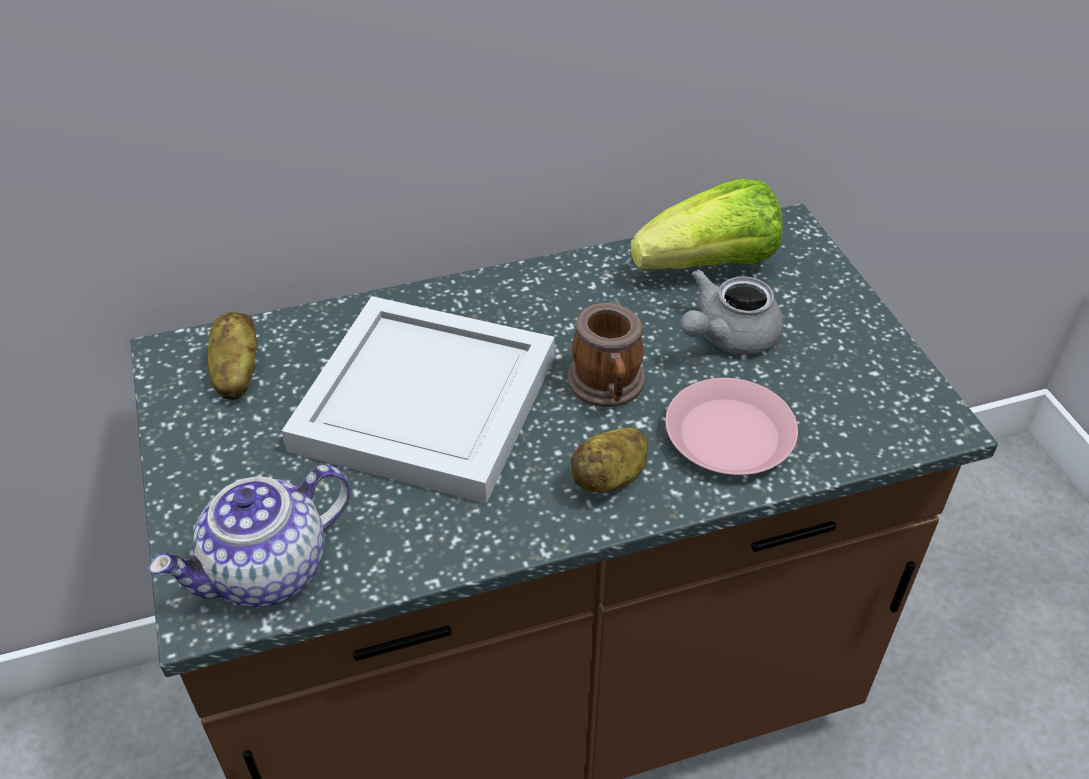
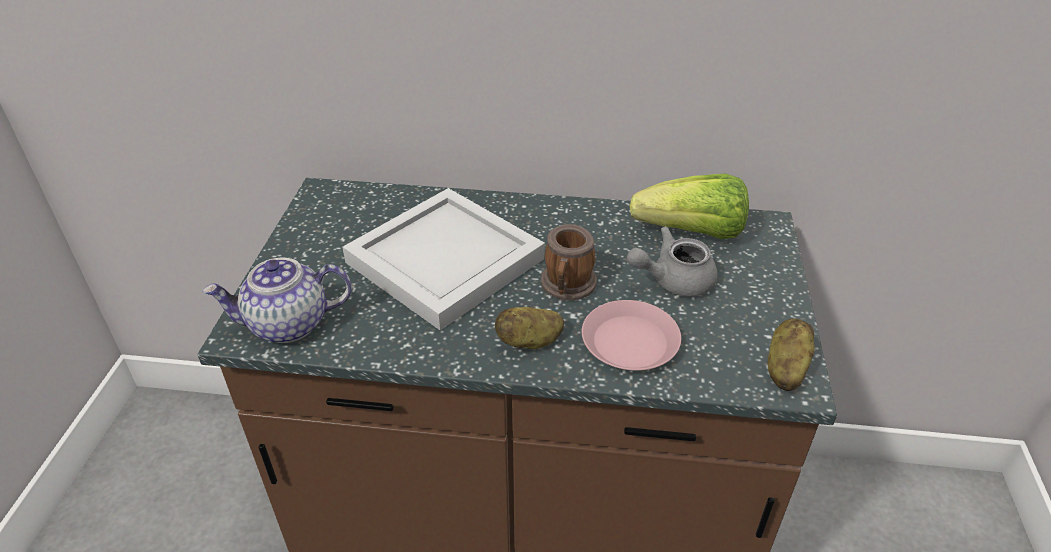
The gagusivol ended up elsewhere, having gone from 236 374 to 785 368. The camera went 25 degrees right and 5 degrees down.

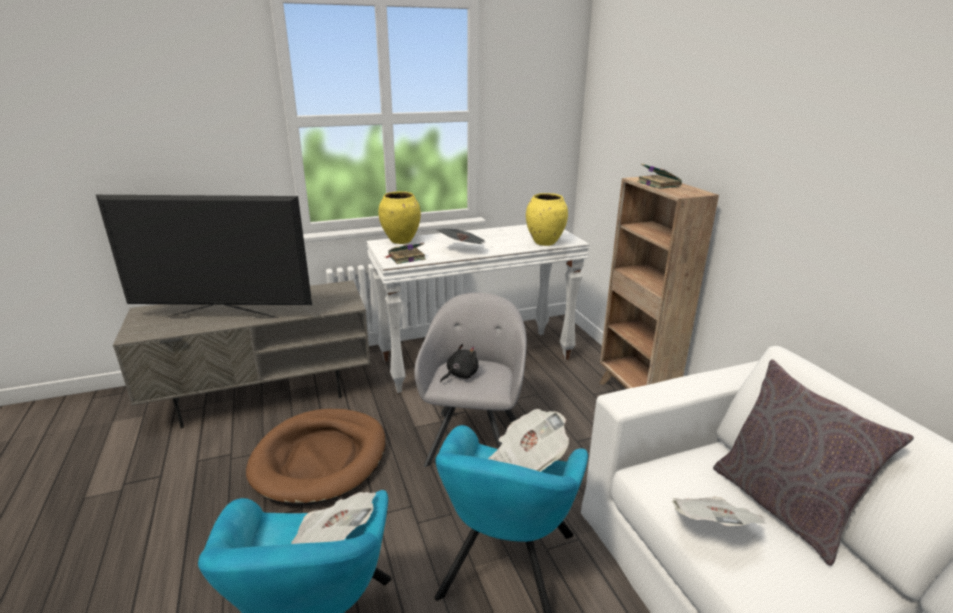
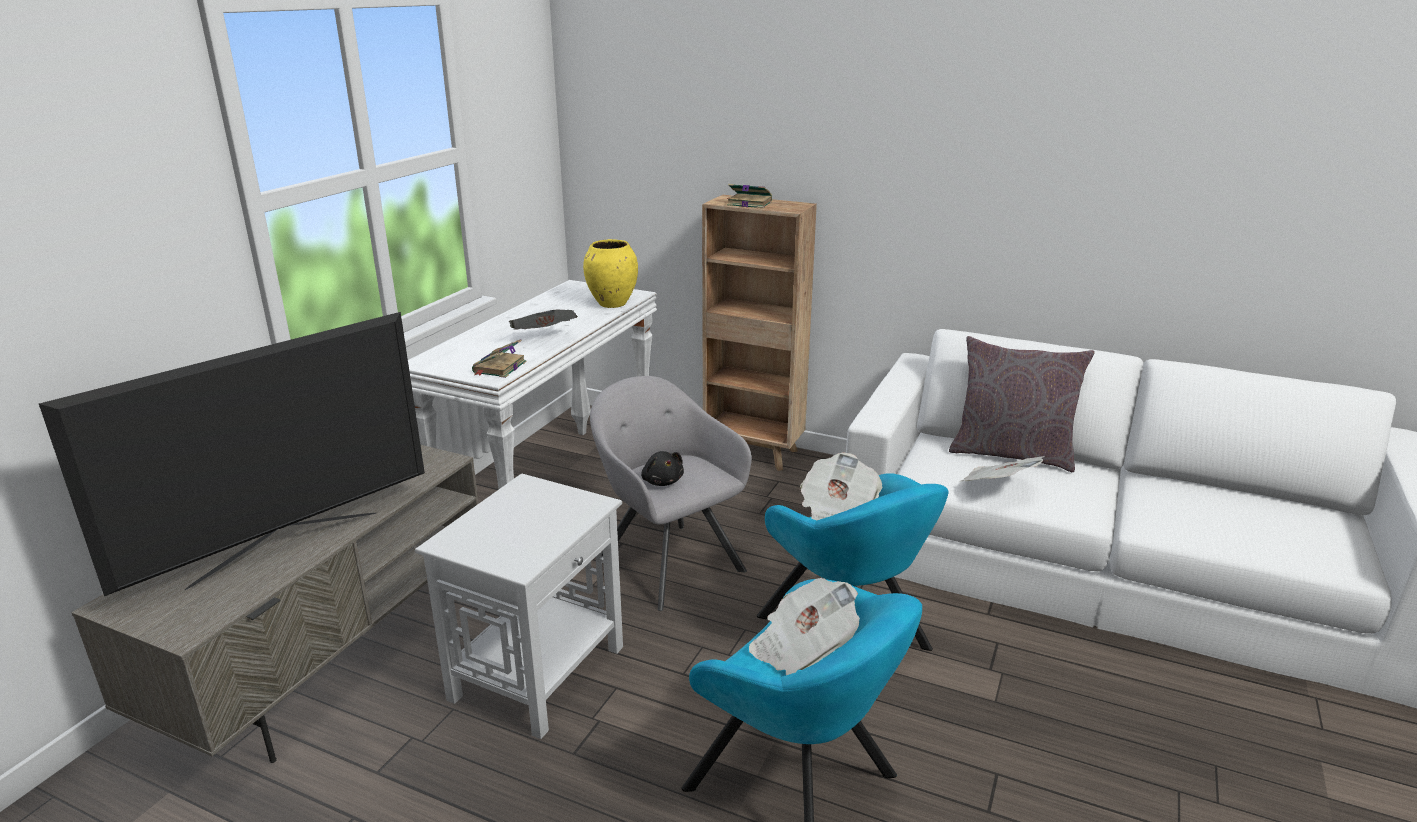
The second view lost the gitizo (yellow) at 401 241. Where the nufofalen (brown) stood at 320 459, the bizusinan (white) came to stand at 539 671. The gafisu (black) at 460 375 ended up facing another way, 150 degrees clockwise from before. The camera went 45 degrees left and 0 degrees up.

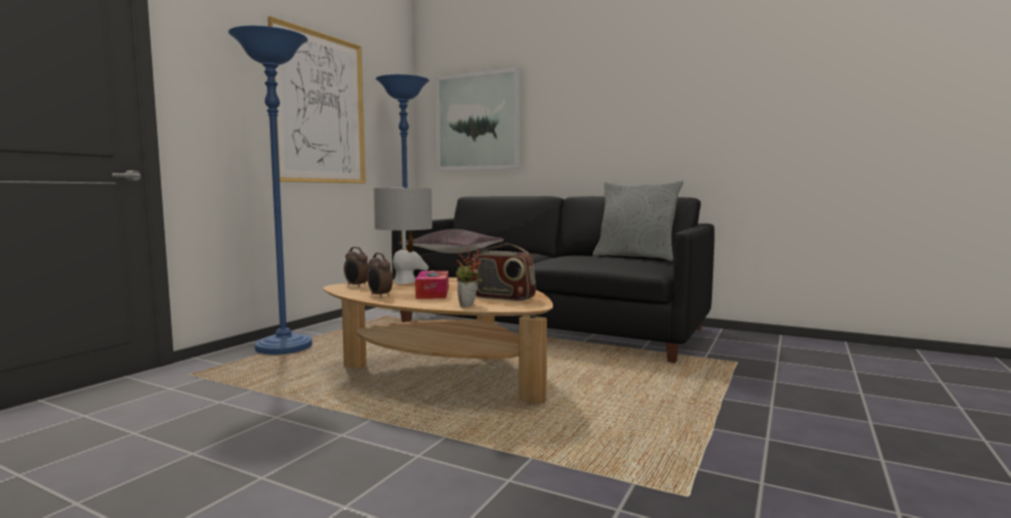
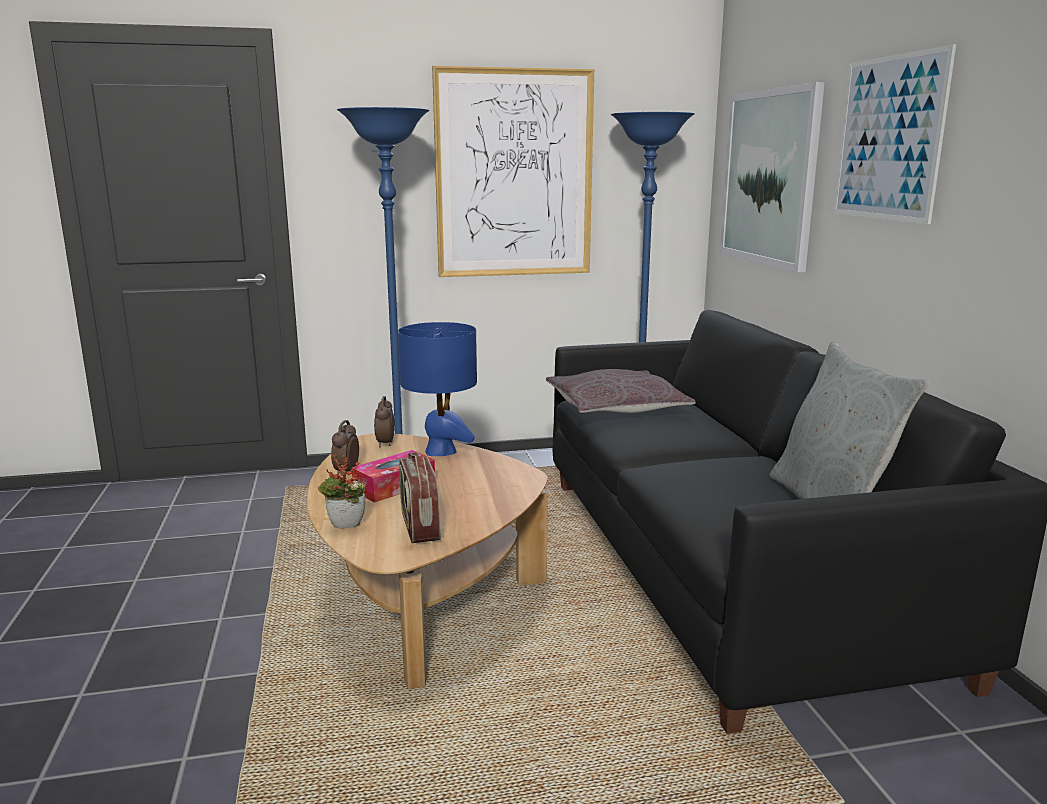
The second view gained the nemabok at 889 138. What was the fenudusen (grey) at 404 282 turned into the fenudusen (blue) at 441 451. The camera went 50 degrees right and 10 degrees up.

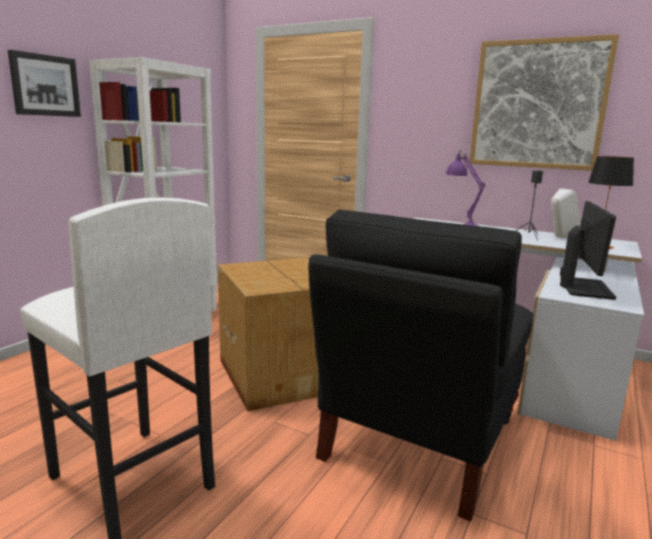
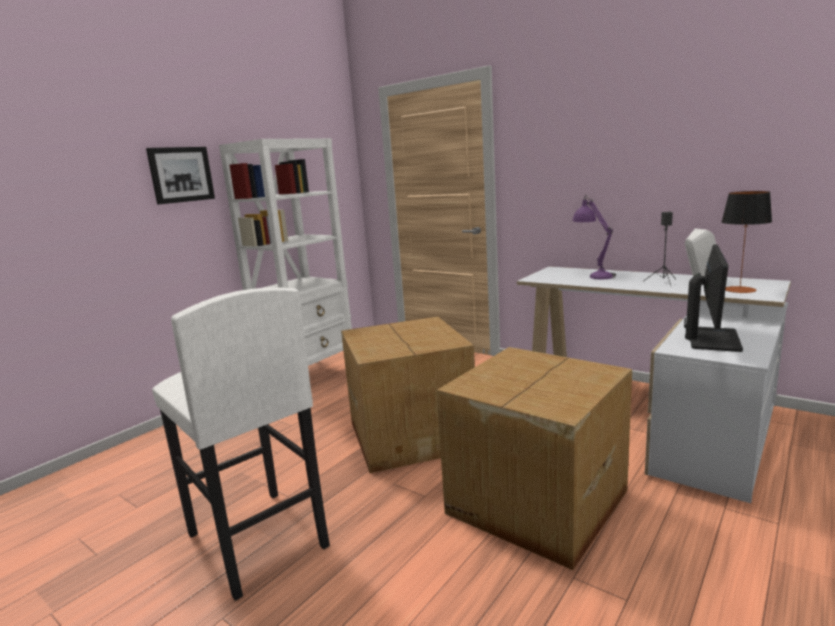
The second view lost the nemabok at 537 105. Where the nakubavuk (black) stood at 419 440, the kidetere came to stand at 534 502. The camera went 10 degrees right and 0 degrees up.

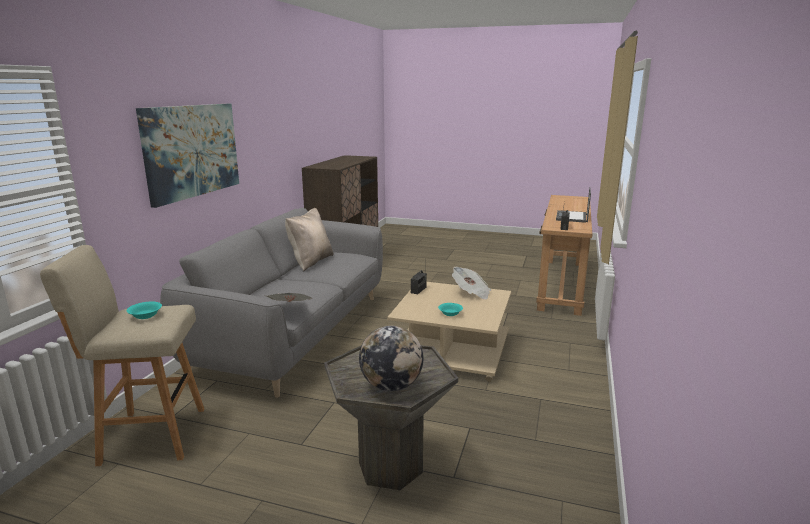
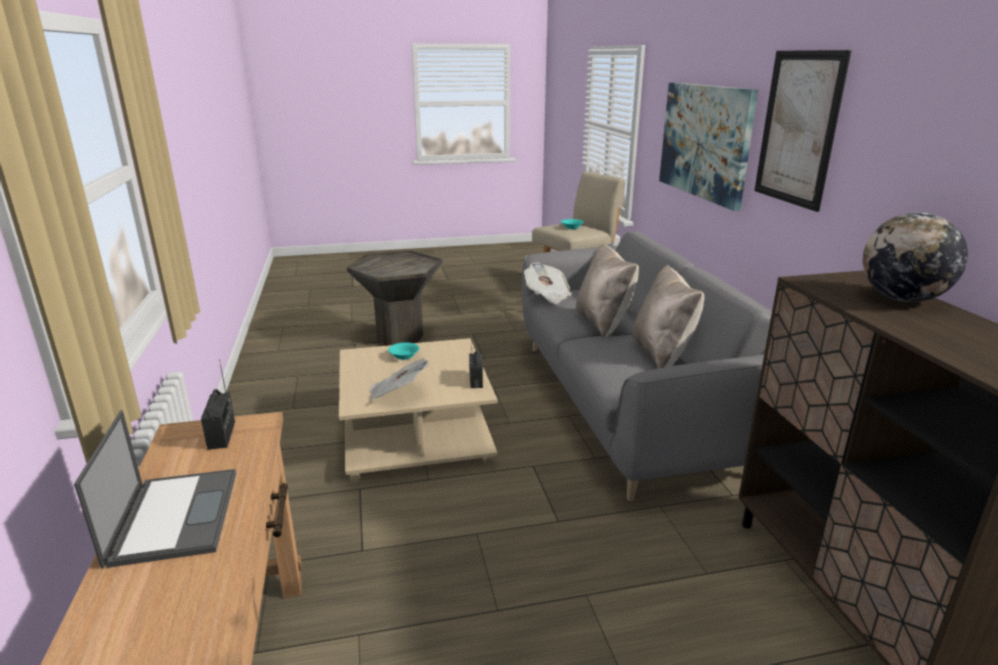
The second view gained the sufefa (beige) at 603 322. The second view gained the nemabok at 798 128. The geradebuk ended up elsewhere, having gone from 391 386 to 902 299. The camera went 150 degrees right and 5 degrees up.

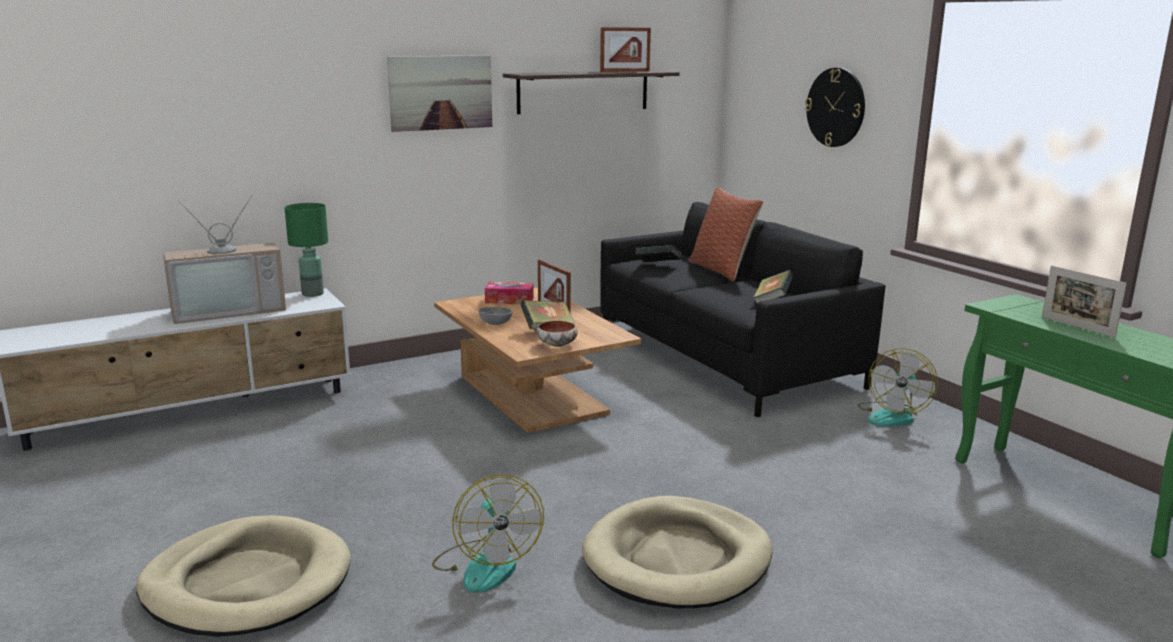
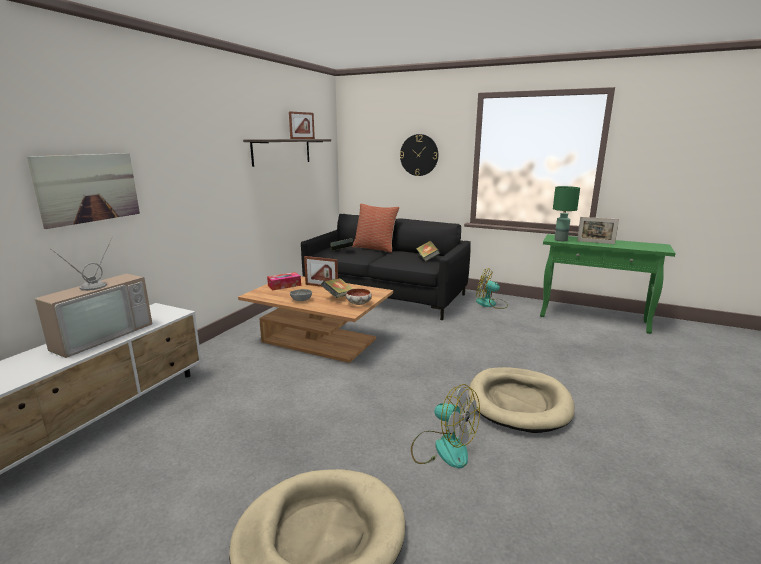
The fenudusen (green) ended up elsewhere, having gone from 312 294 to 560 240. The nemabok ended up elsewhere, having gone from 441 92 to 88 188. The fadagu at 893 416 ended up facing another way, 120 degrees clockwise from before. The camera went 35 degrees left and 0 degrees up.

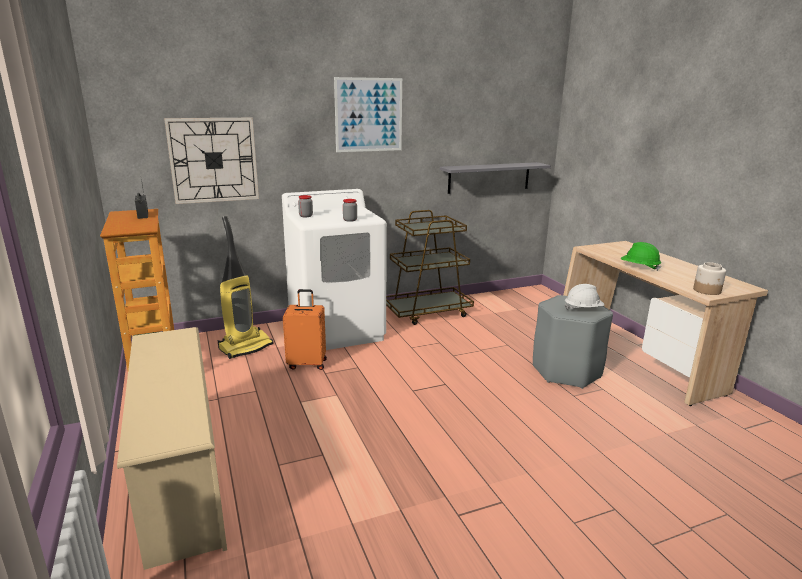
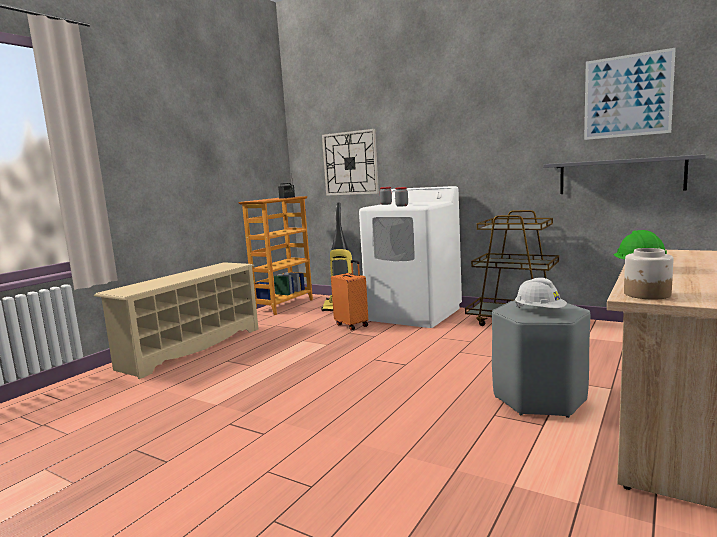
The nemabok ended up elsewhere, having gone from 368 115 to 627 96. The camera went 55 degrees right and 10 degrees down.

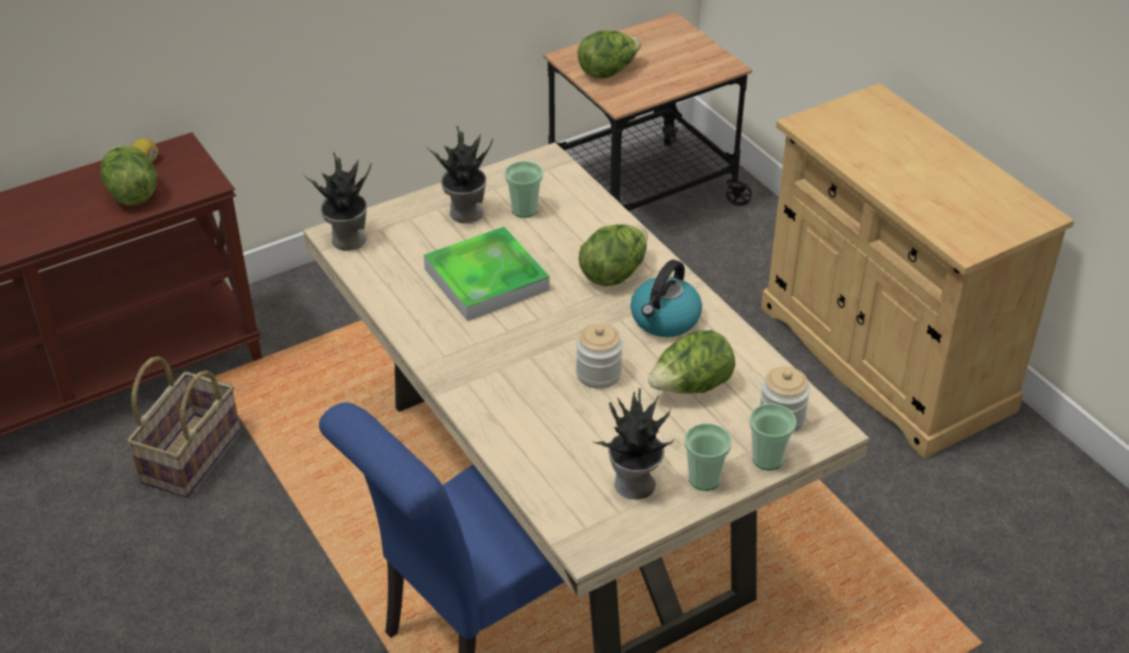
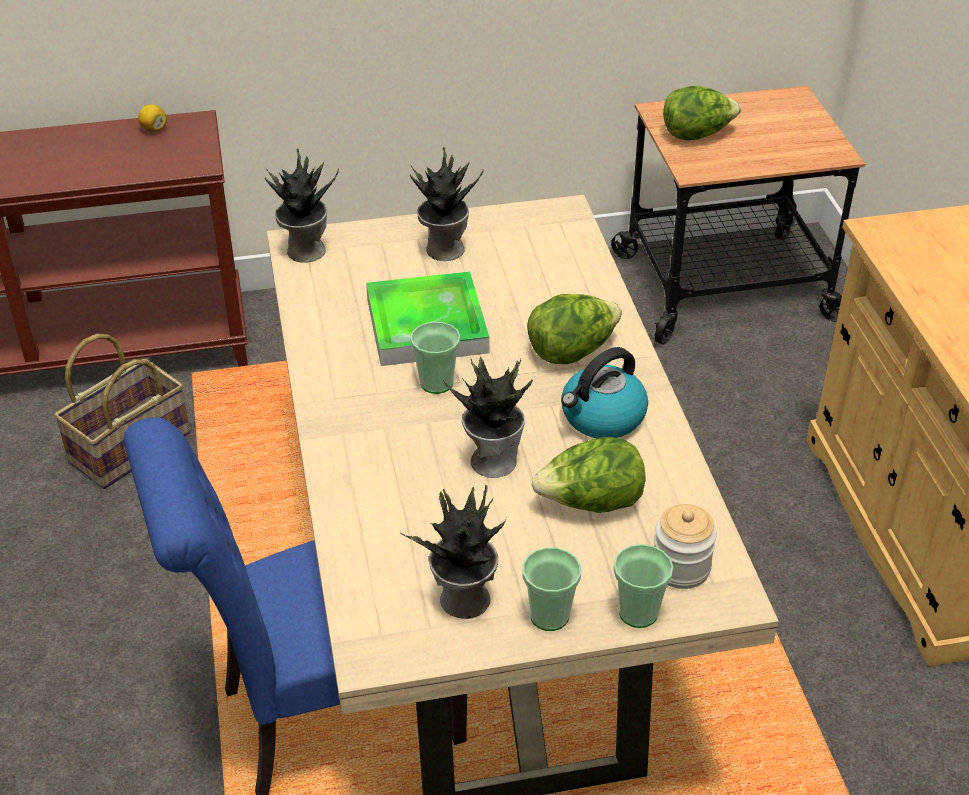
The second view lost the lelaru at 131 193. The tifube ended up elsewhere, having gone from 524 210 to 436 383. Where the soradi stood at 598 374, the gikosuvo came to stand at 493 460. The camera went 20 degrees right and 0 degrees up.

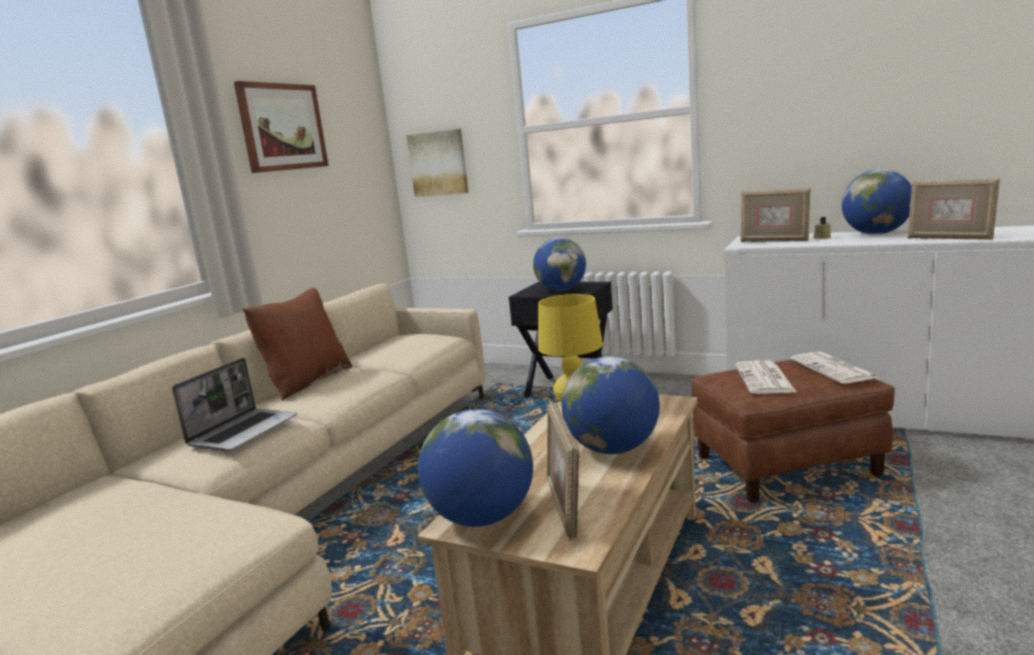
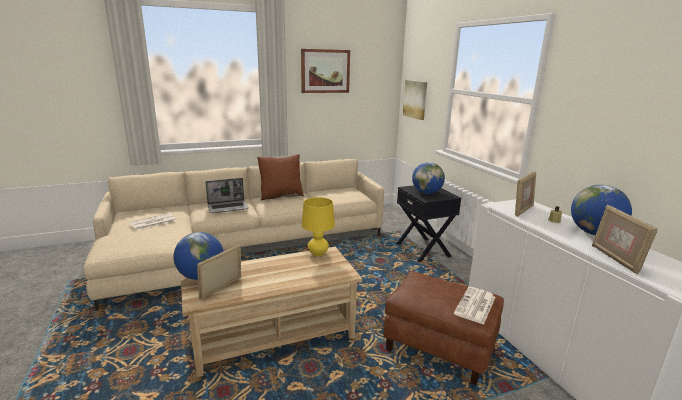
The second view lost the geradebuk at 613 449. The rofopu ended up elsewhere, having gone from 765 379 to 152 222. The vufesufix at 774 241 ended up facing another way, 120 degrees counterclockwise from before. The camera went 40 degrees right and 5 degrees up.

